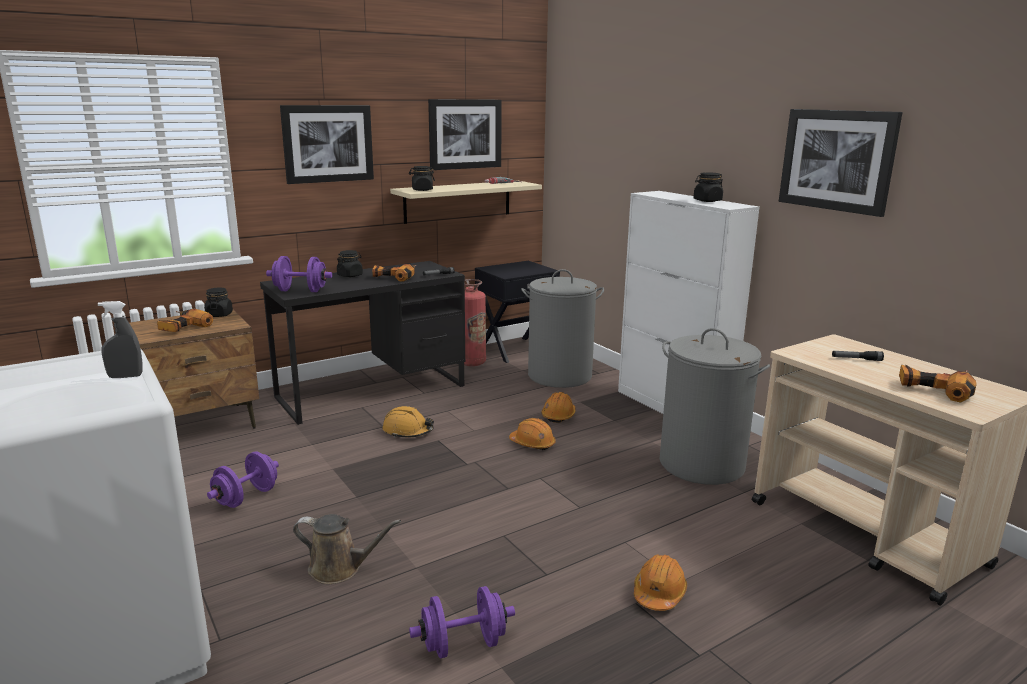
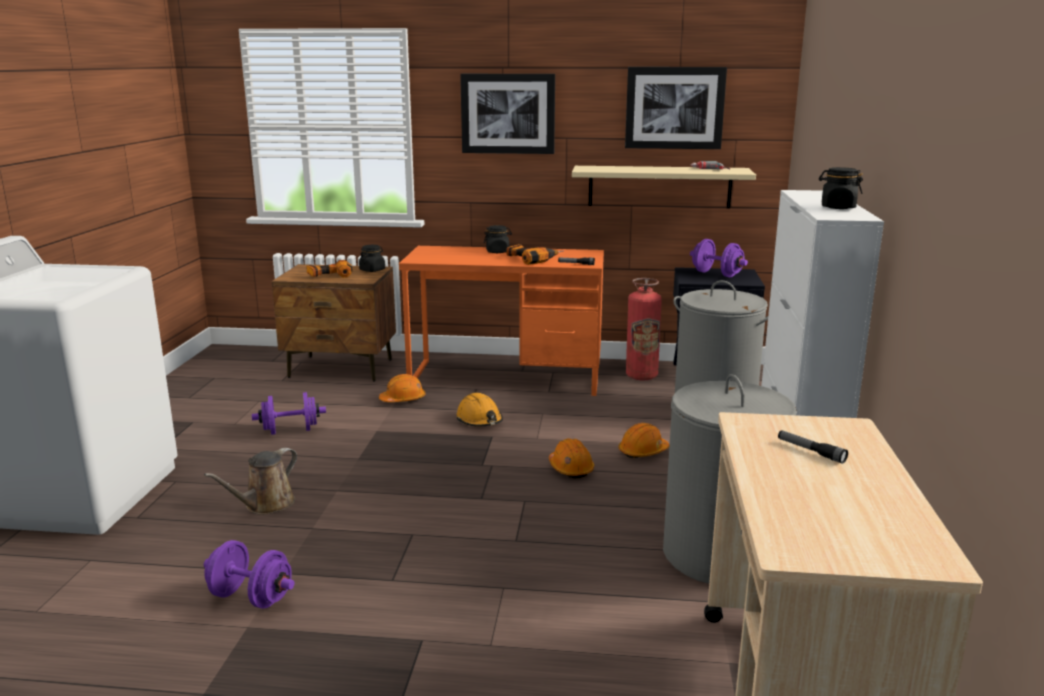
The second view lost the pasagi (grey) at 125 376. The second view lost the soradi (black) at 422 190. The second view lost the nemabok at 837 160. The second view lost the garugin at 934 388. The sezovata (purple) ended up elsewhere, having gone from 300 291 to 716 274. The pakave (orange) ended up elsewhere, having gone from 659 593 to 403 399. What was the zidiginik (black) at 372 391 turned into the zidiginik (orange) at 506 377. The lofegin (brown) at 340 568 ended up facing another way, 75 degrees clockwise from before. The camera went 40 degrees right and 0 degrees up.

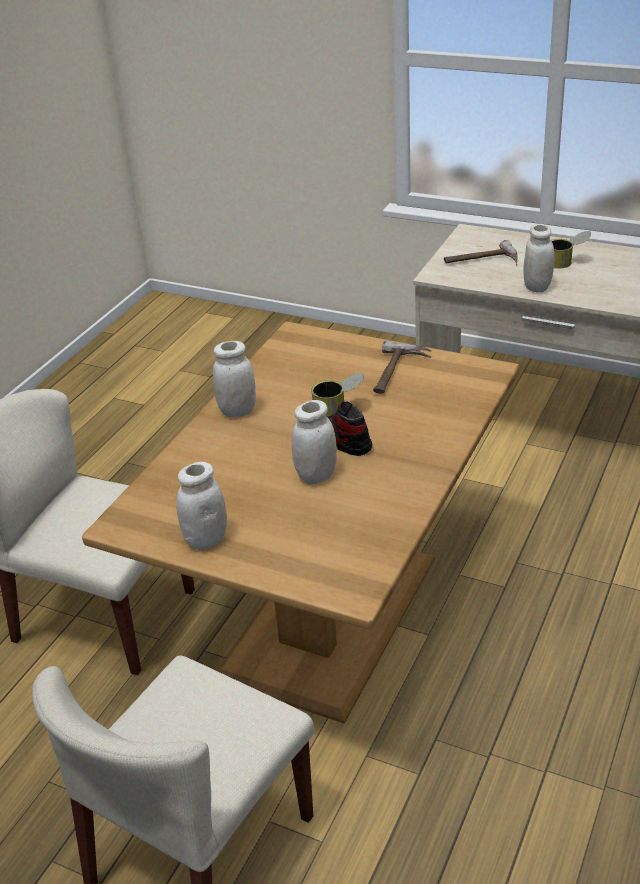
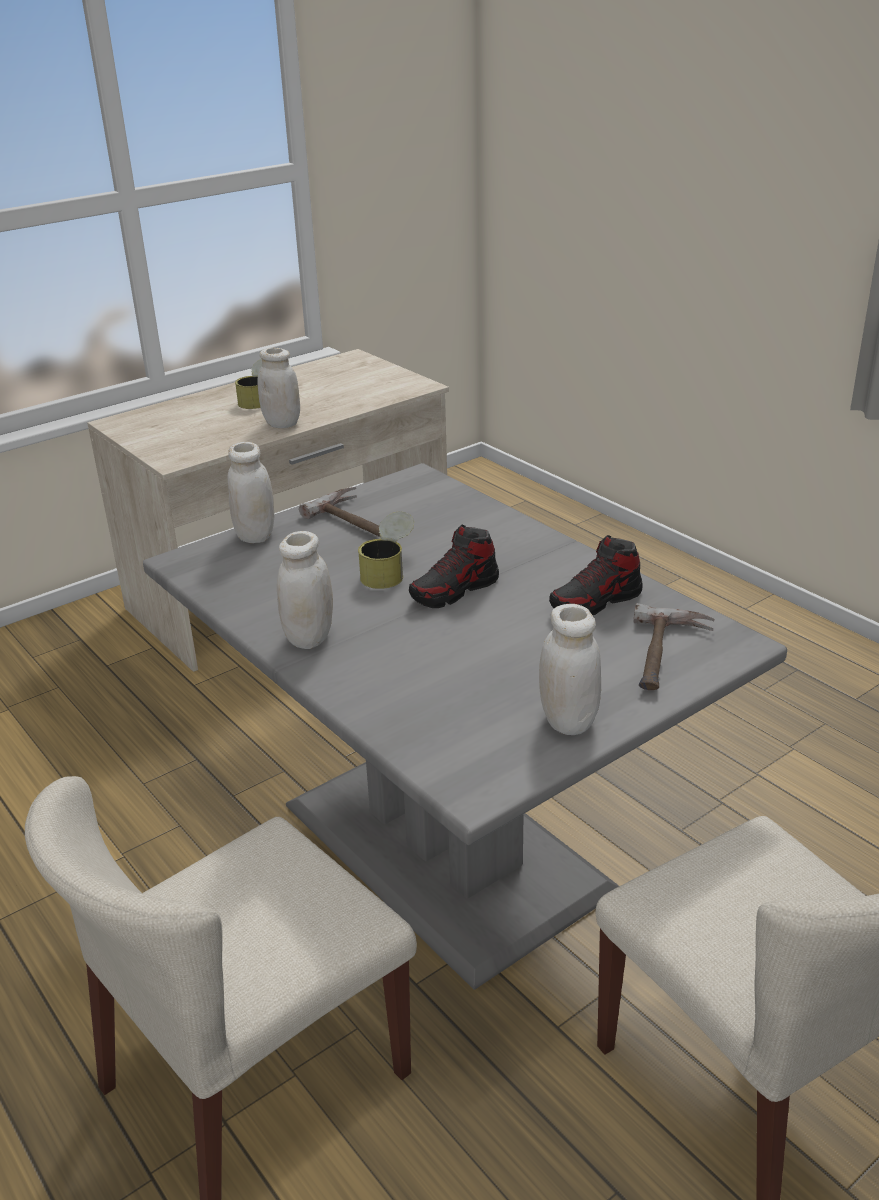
The second view gained the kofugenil at 596 602. The soradi (white) ended up elsewhere, having gone from 316 475 to 255 535. The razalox ended up elsewhere, having gone from 482 262 to 668 655. What was the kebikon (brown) at 333 616 turned into the kebikon (grey) at 447 844. The camera went 65 degrees left and 5 degrees down.

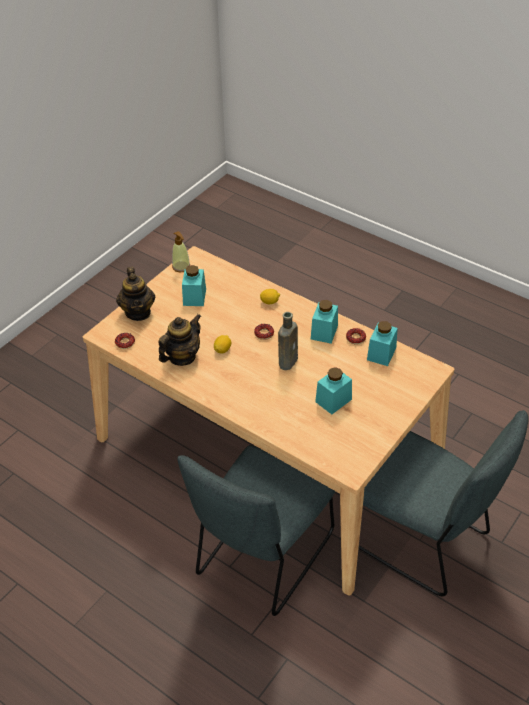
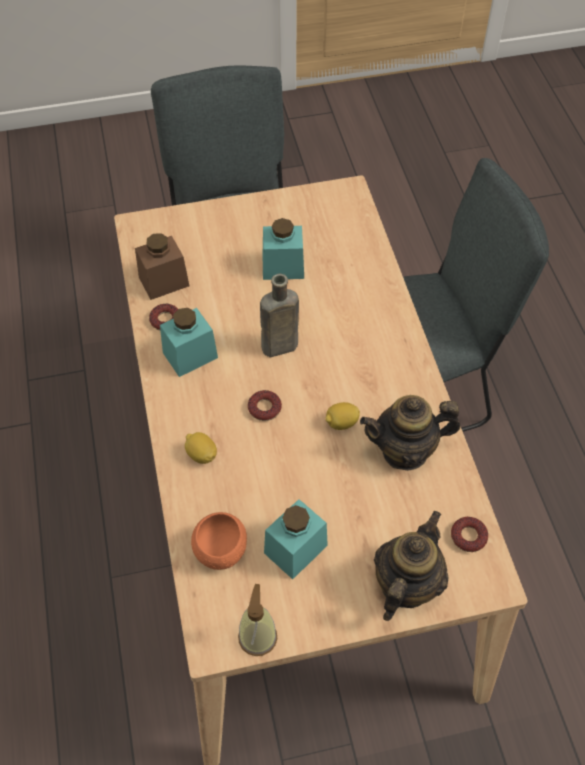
The second view gained the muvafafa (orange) at 220 550. What was the soradi (turquoise) at 381 354 turned into the soradi (brown) at 164 281. The camera went 140 degrees left and 10 degrees up.

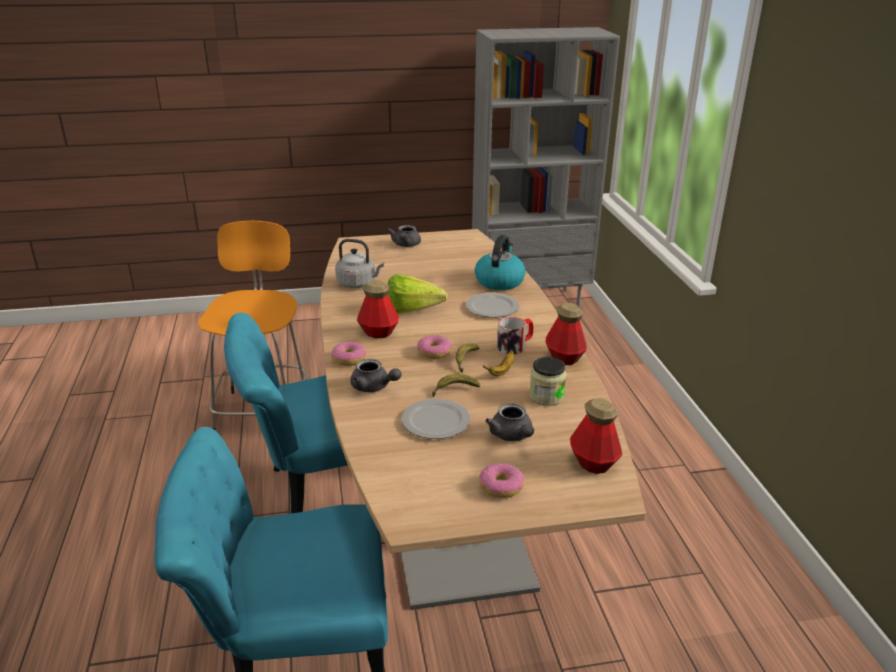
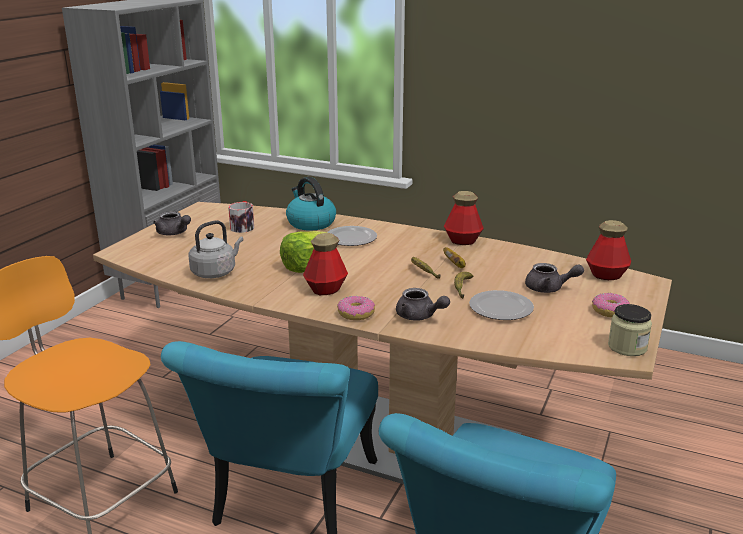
The second view lost the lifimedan at 434 352. The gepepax ended up elsewhere, having gone from 515 346 to 243 226. The soradi ended up elsewhere, having gone from 546 396 to 627 347. The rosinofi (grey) at 374 387 ended up facing another way, 60 degrees clockwise from before. The camera went 55 degrees left and 5 degrees down.

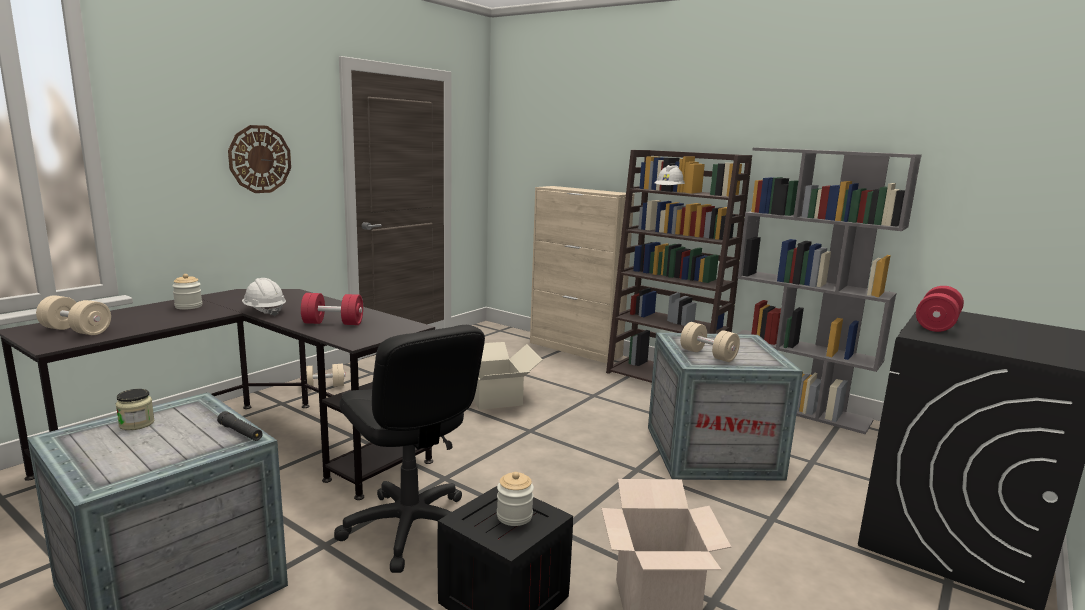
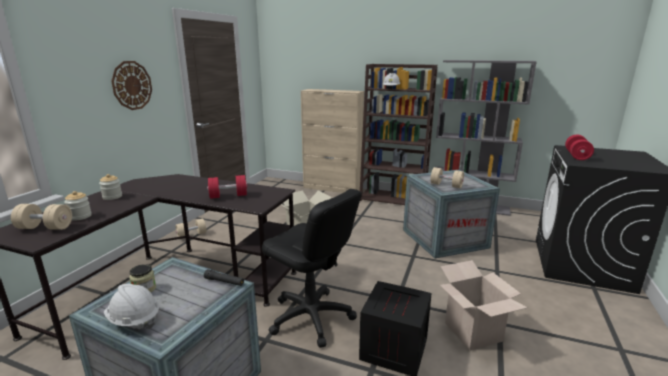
The pakave (white) ended up elsewhere, having gone from 264 311 to 134 320. The soradi ended up elsewhere, having gone from 514 516 to 80 216. The camera went 15 degrees left and 5 degrees up.

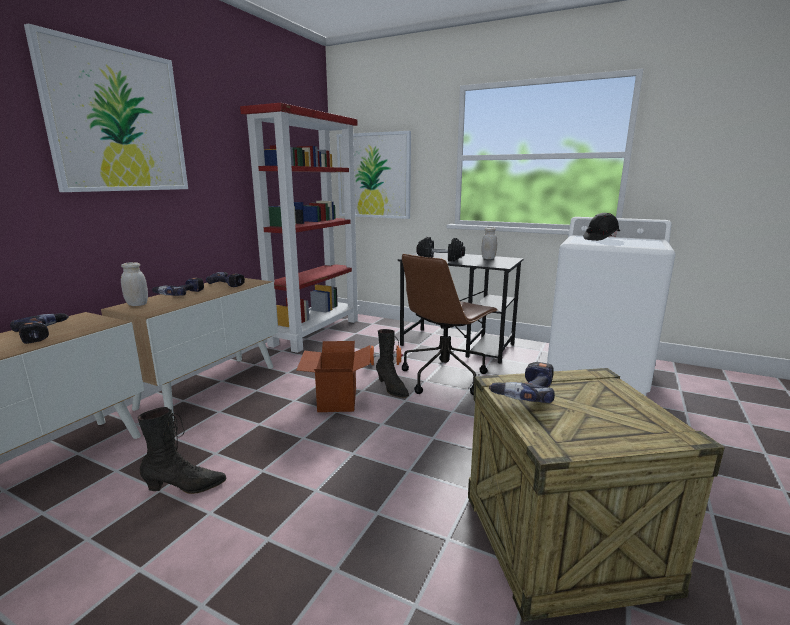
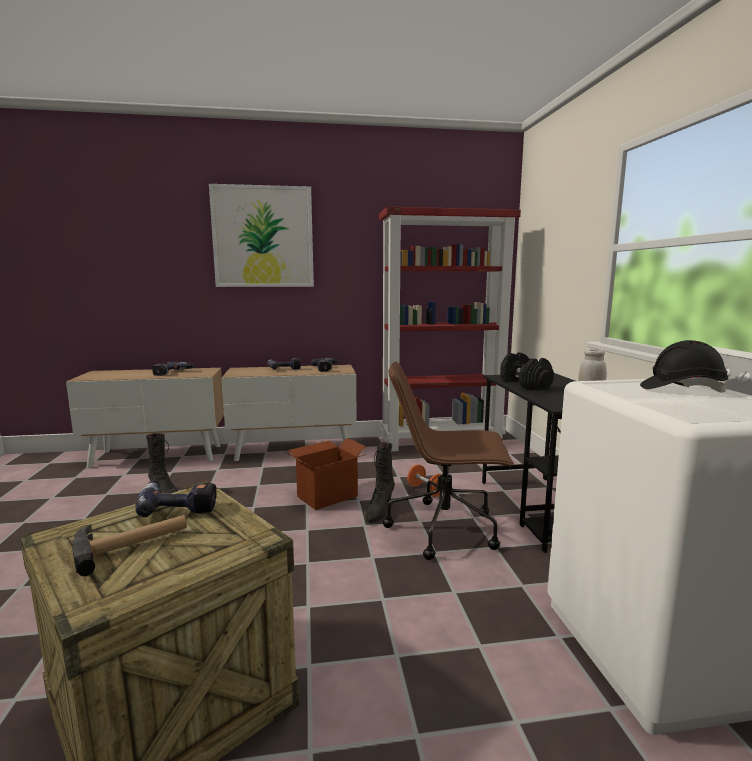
The second view lost the soradi (white) at 137 304. The second view lost the nemabok at 374 176. The second view gained the razalox at 133 543. The camera went 55 degrees right and 5 degrees down.

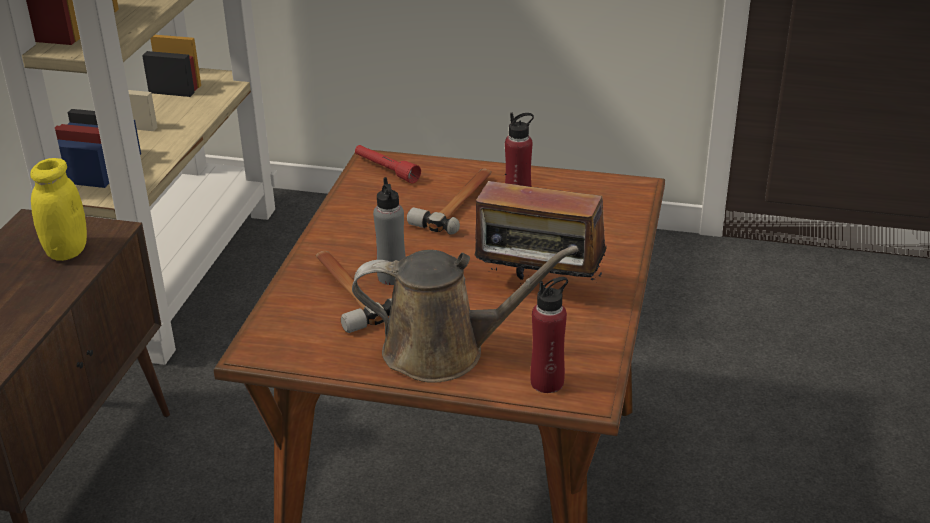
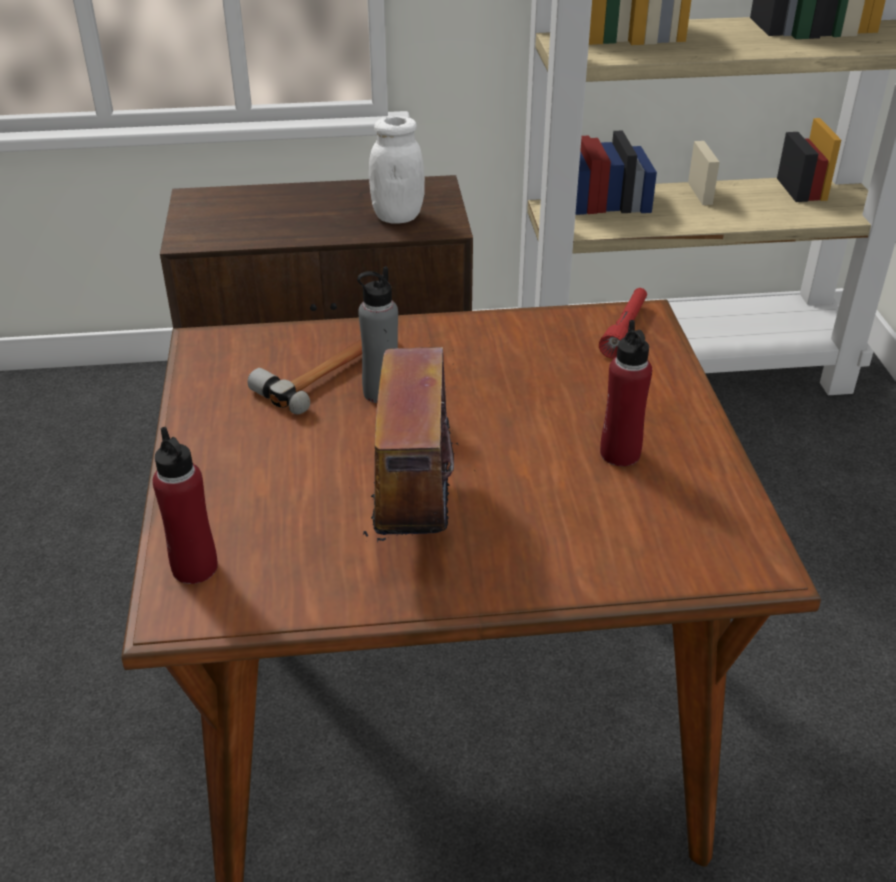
The second view lost the lofegin (brown) at 444 351. The second view lost the razalox at 458 204. What was the soradi (yellow) at 66 251 turned into the soradi (white) at 397 216. The camera went 70 degrees right and 5 degrees up.

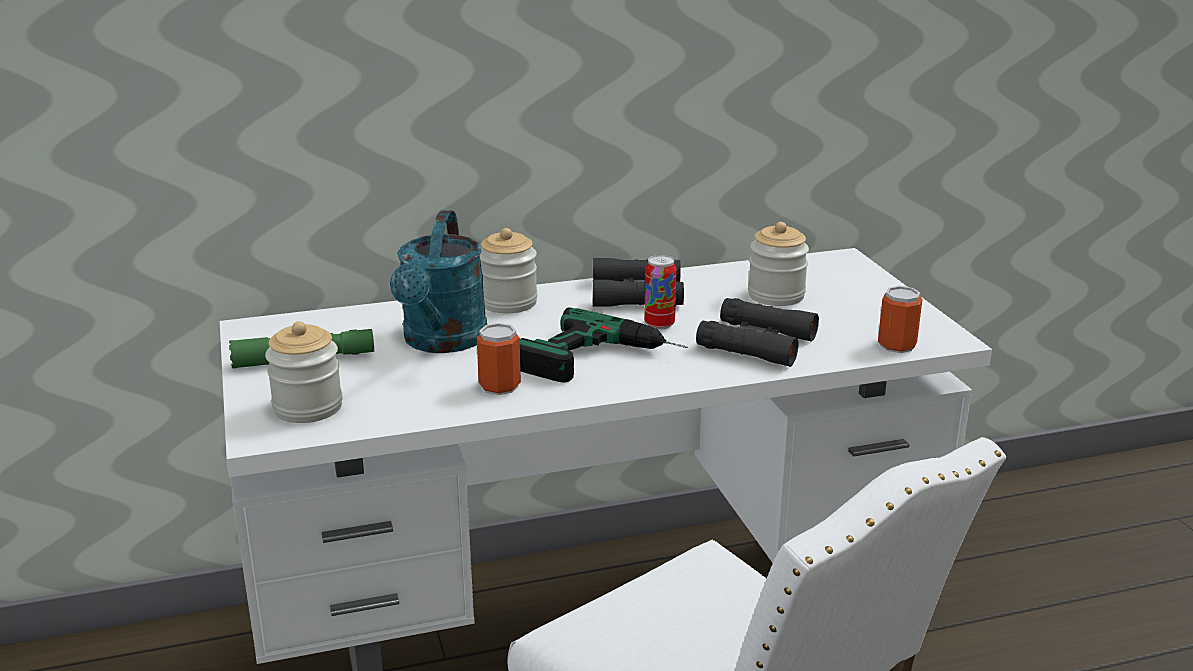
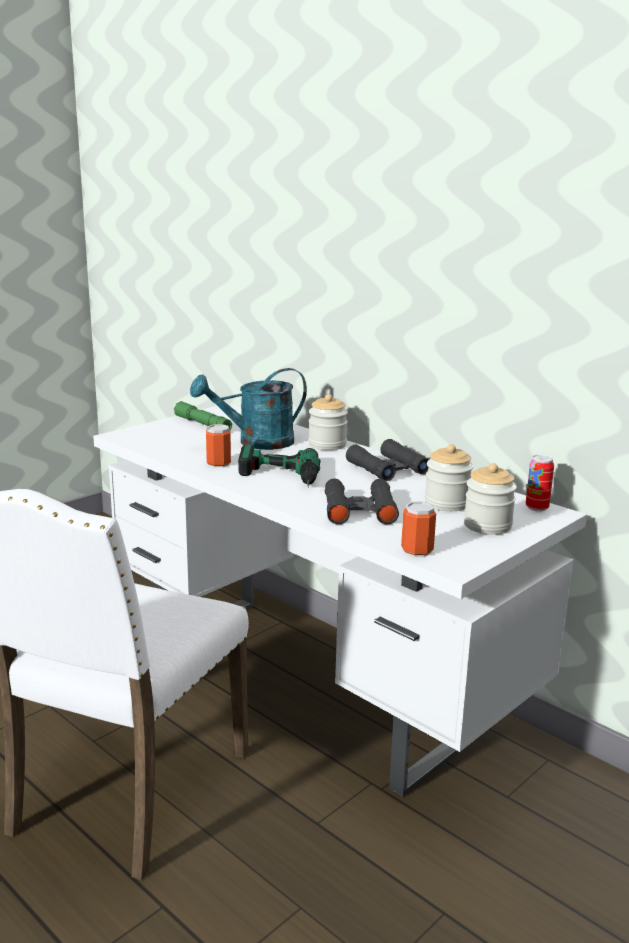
The soradi ended up elsewhere, having gone from 308 407 to 487 525. The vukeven ended up elsewhere, having gone from 659 324 to 537 508. The camera went 60 degrees right and 5 degrees down.

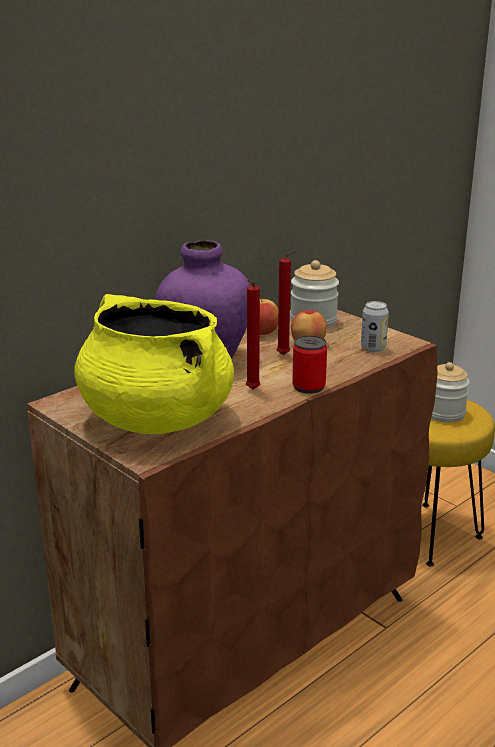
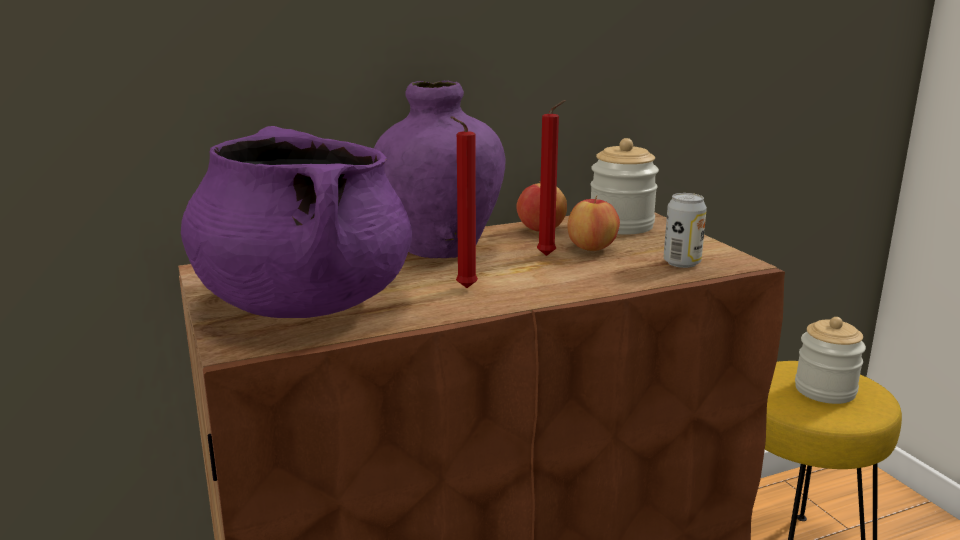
The second view lost the vukeven at 308 387. What was the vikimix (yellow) at 155 419 turned into the vikimix (purple) at 304 303. The camera went 20 degrees right and 5 degrees down.

